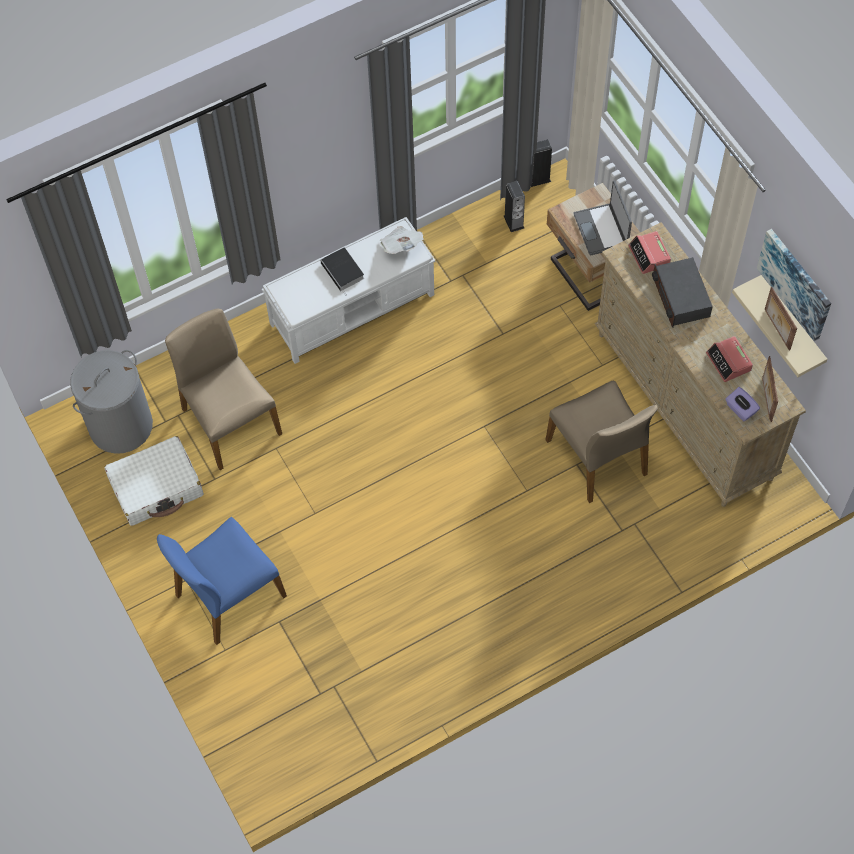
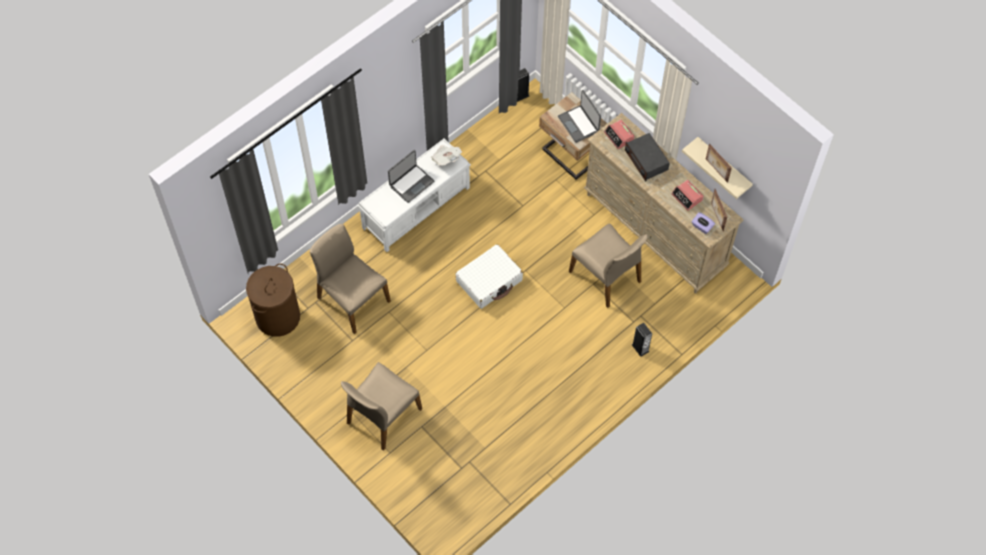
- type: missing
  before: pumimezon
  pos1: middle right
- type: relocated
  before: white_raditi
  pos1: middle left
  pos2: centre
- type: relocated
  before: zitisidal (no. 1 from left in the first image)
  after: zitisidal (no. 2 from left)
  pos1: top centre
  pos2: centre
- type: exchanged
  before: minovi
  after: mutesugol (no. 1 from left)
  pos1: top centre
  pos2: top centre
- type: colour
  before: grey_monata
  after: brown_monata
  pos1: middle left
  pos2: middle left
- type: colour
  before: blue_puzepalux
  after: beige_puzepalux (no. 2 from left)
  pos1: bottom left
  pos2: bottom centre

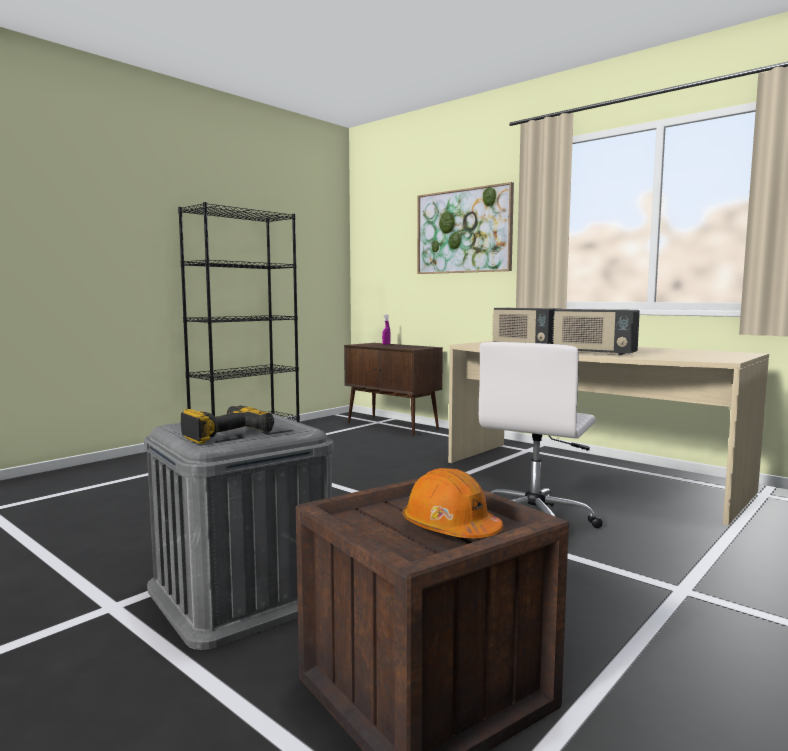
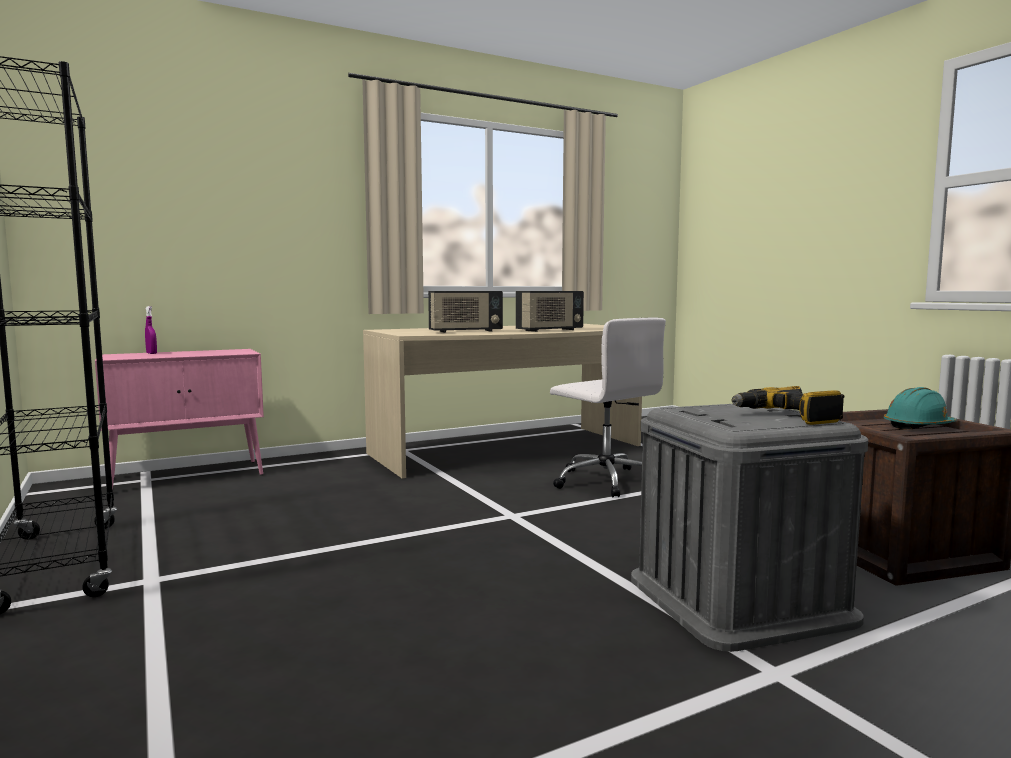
- type: missing
  before: pumimezon
  pos1: top centre
- type: colour
  before: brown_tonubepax
  after: pink_tonubepax
  pos1: centre
  pos2: middle left
- type: colour
  before: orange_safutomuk
  after: turquoise_safutomuk
  pos1: bottom centre
  pos2: middle right

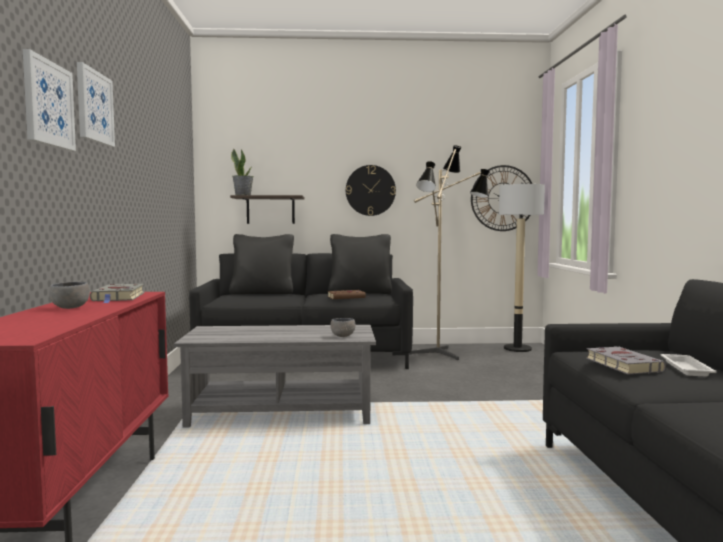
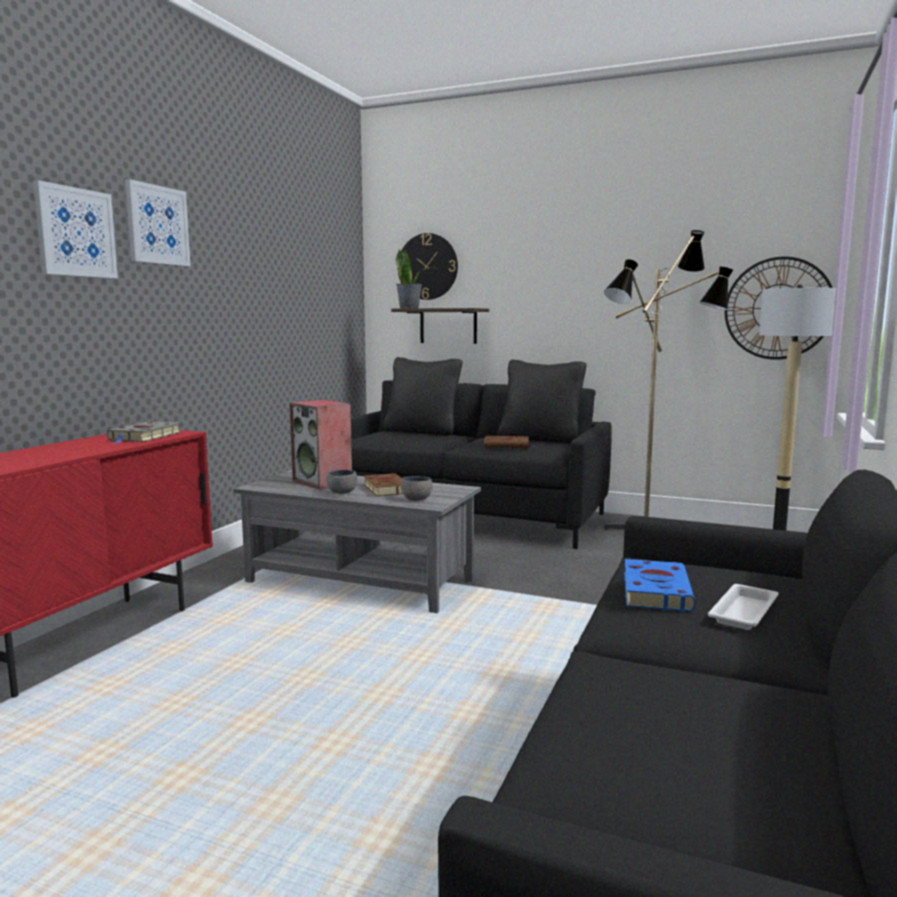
- type: appeared
  after: zitisidal
  pos2: centre
- type: appeared
  after: brown_minovi (no. 1 from left)
  pos2: centre
- type: relocated
  before: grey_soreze (no. 1 from left)
  pos1: middle left
  pos2: centre
- type: relocated
  before: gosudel (no. 1 from left)
  pos1: centre
  pos2: top centre
- type: colour
  before: grey_minovi (no. 2 from left)
  after: blue_minovi
  pos1: middle right
  pos2: middle right

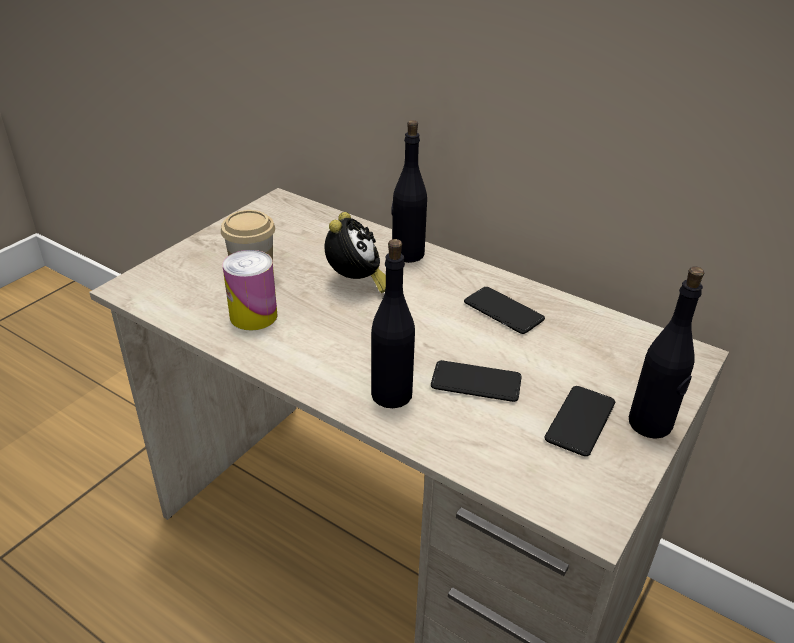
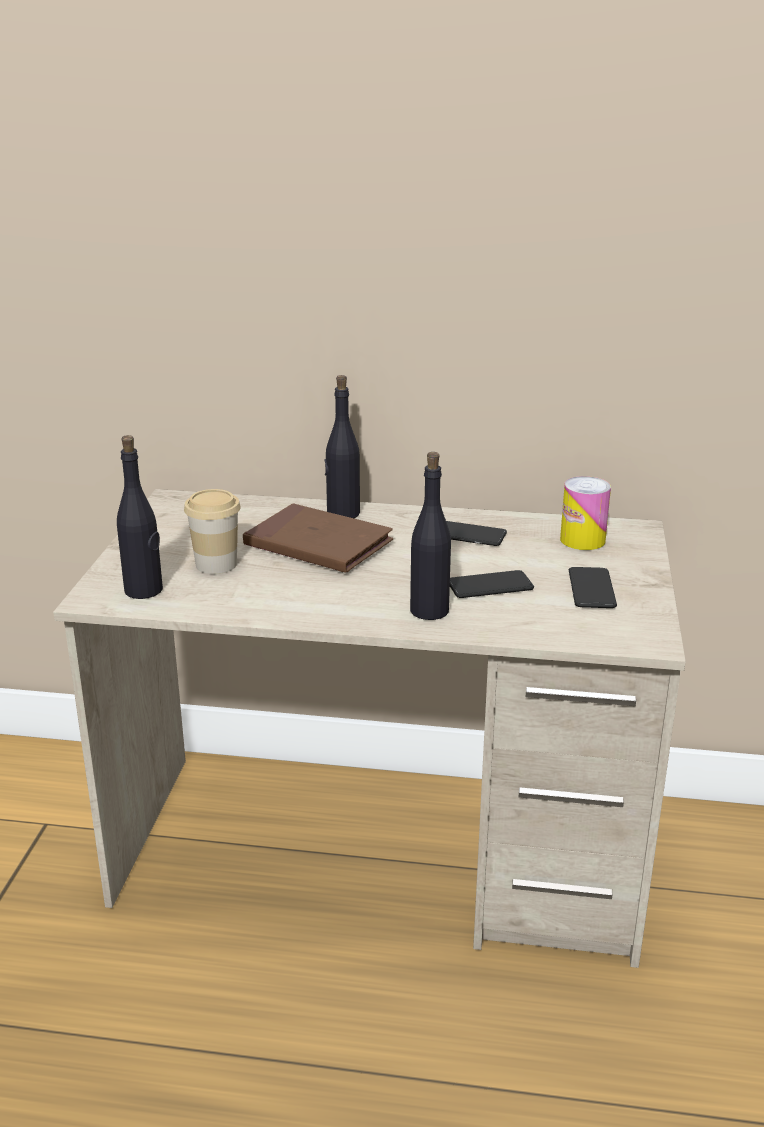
- type: relocated
  before: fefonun
  pos1: middle left
  pos2: middle right
- type: relocated
  before: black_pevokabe (no. 3 from left in the first image)
  after: black_pevokabe (no. 1 from left)
  pos1: middle right
  pos2: middle left
- type: exchanged
  before: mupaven
  after: brown_minovi
  pos1: centre
  pos2: centre

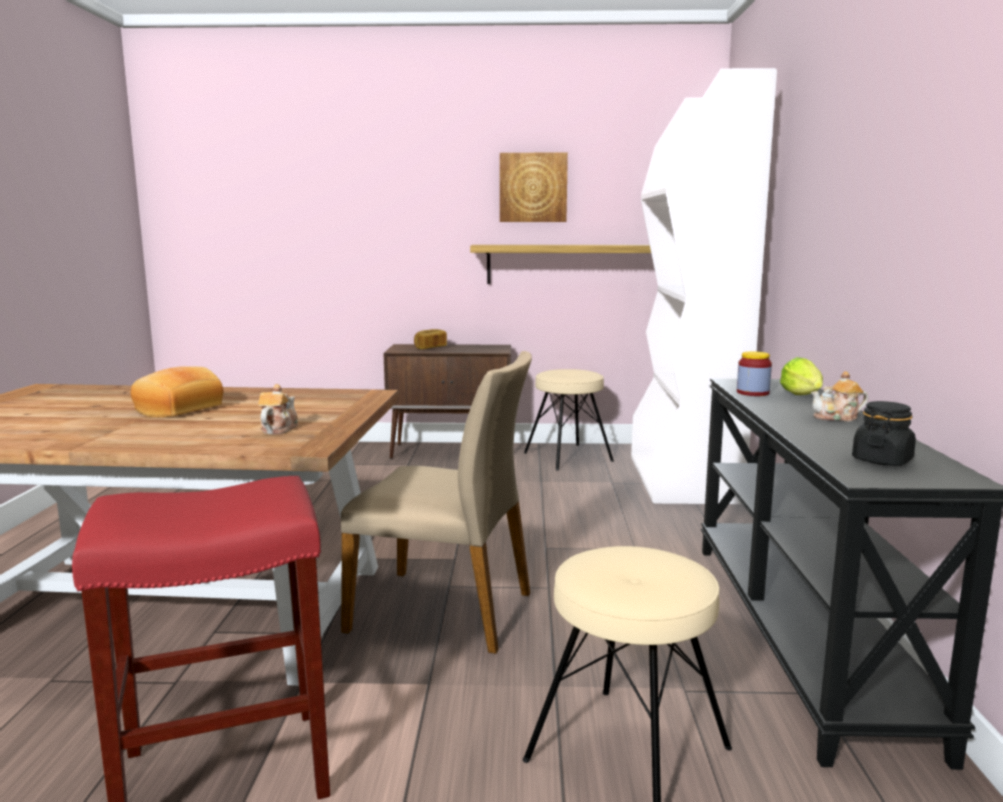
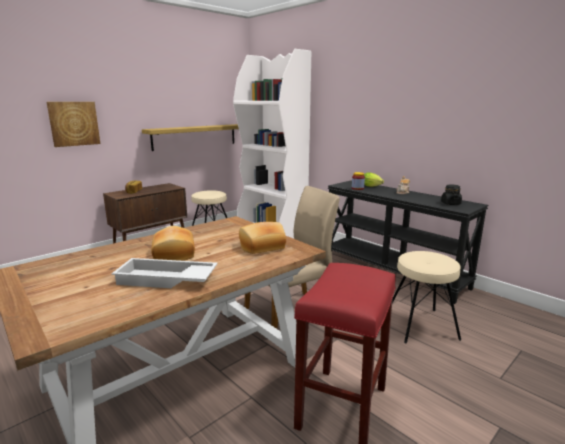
- type: appeared
  after: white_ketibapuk
  pos2: middle left
- type: relocated
  before: pumimezon
  pos1: top centre
  pos2: top left
- type: exchanged
  before: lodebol (no. 1 from left)
  after: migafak (no. 3 from left)
  pos1: middle left
  pos2: centre

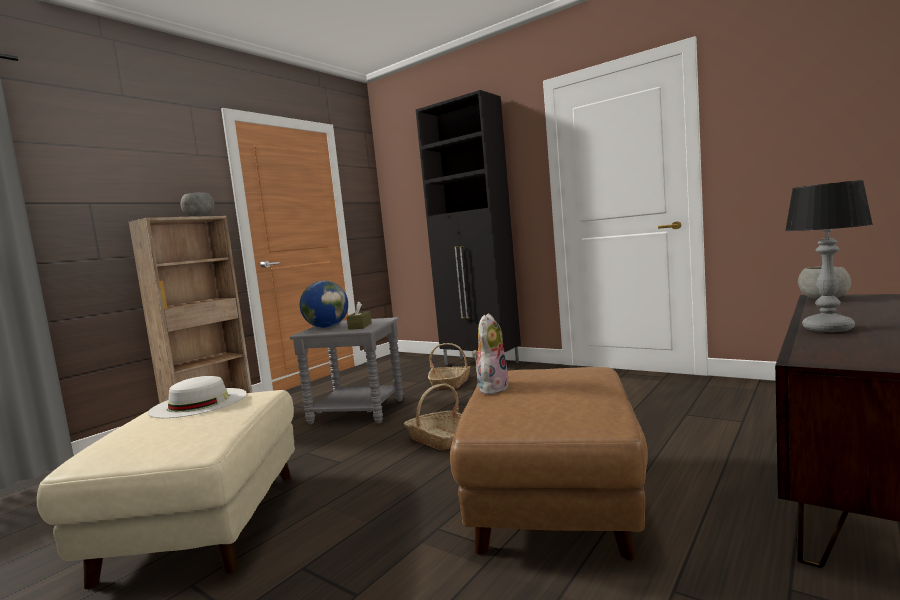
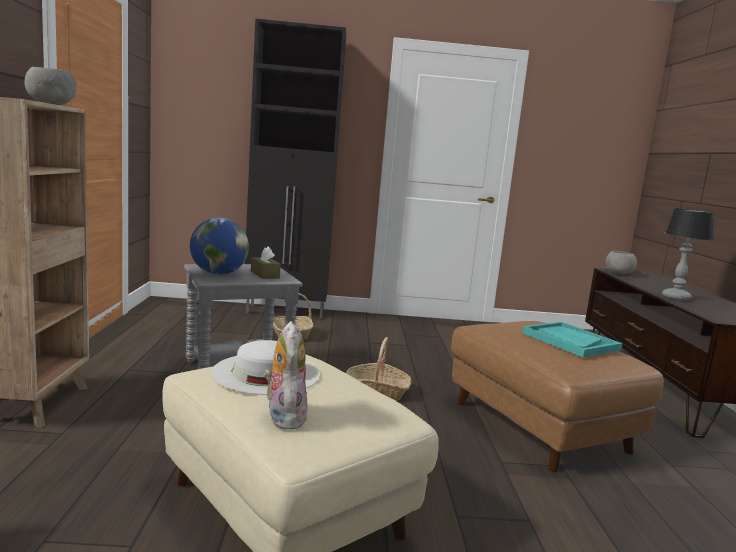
- type: appeared
  after: turquoise_ketibapuk
  pos2: middle right
- type: relocated
  before: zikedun
  pos1: centre
  pos2: bottom centre

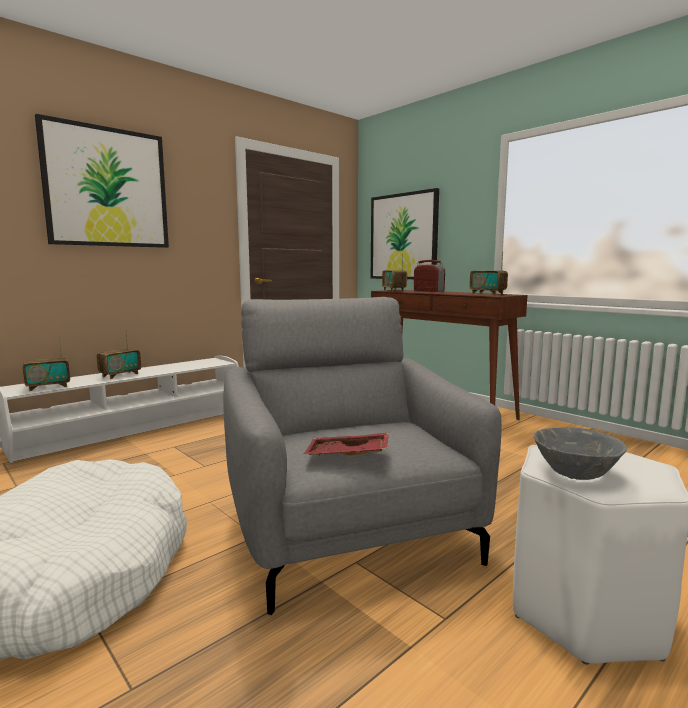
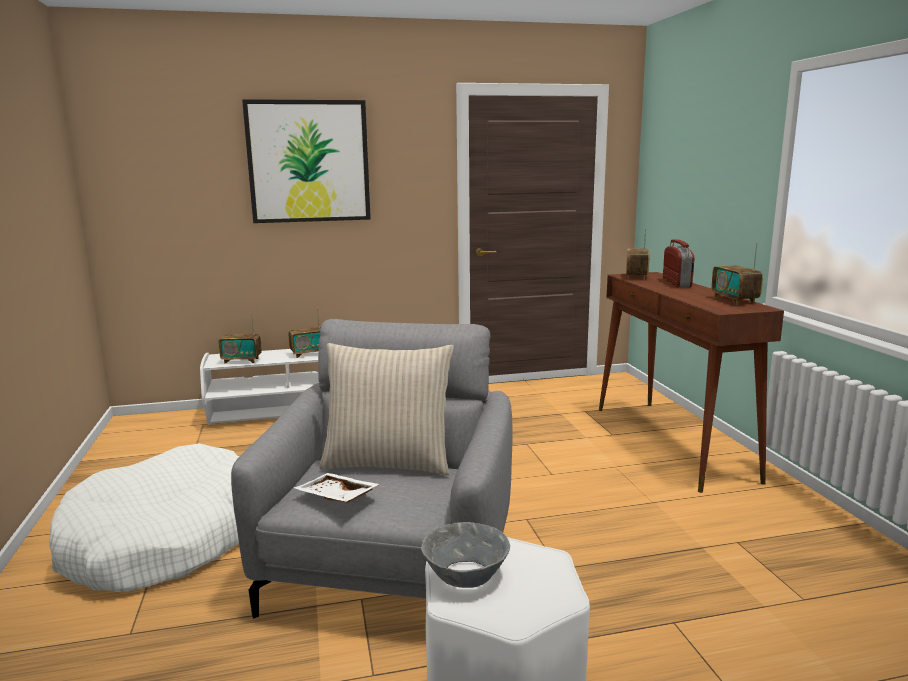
- type: missing
  before: pumimezon (no. 2 from left)
  pos1: top centre
- type: appeared
  after: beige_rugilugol
  pos2: centre
- type: colour
  before: red_ketibapuk
  after: white_ketibapuk
  pos1: centre
  pos2: bottom centre

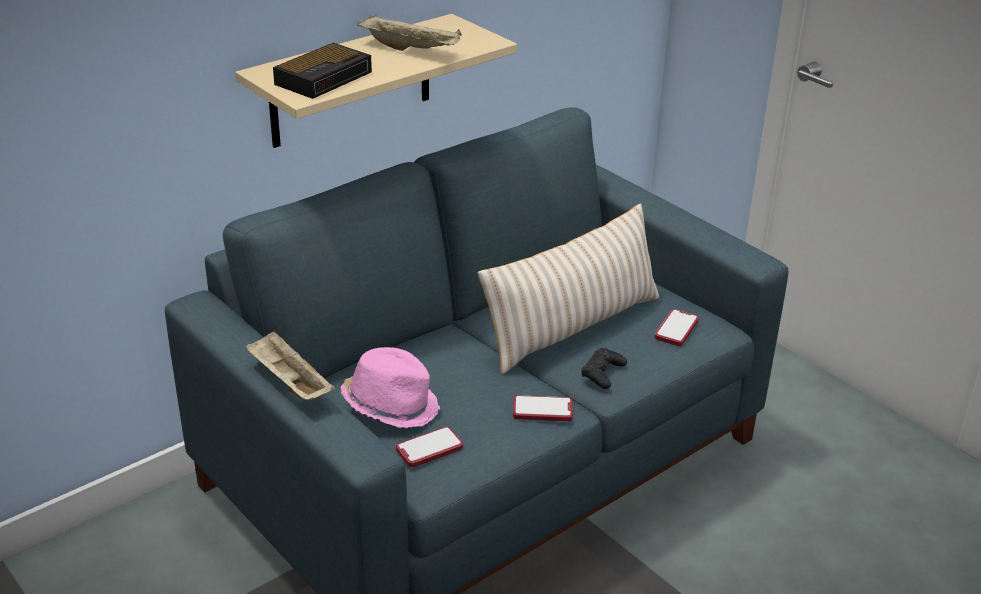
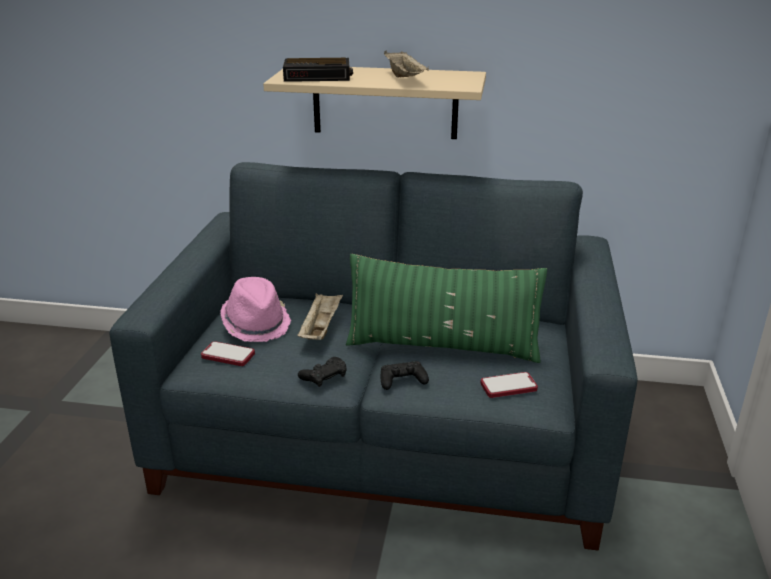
- type: relocated
  before: beige_ketibapuk (no. 1 from left)
  pos1: middle left
  pos2: centre
- type: exchanged
  before: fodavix (no. 2 from left)
  after: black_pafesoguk (no. 1 from left)
  pos1: bottom centre
  pos2: centre
- type: colour
  before: beige_rugilugol
  after: green_rugilugol
  pos1: centre
  pos2: centre

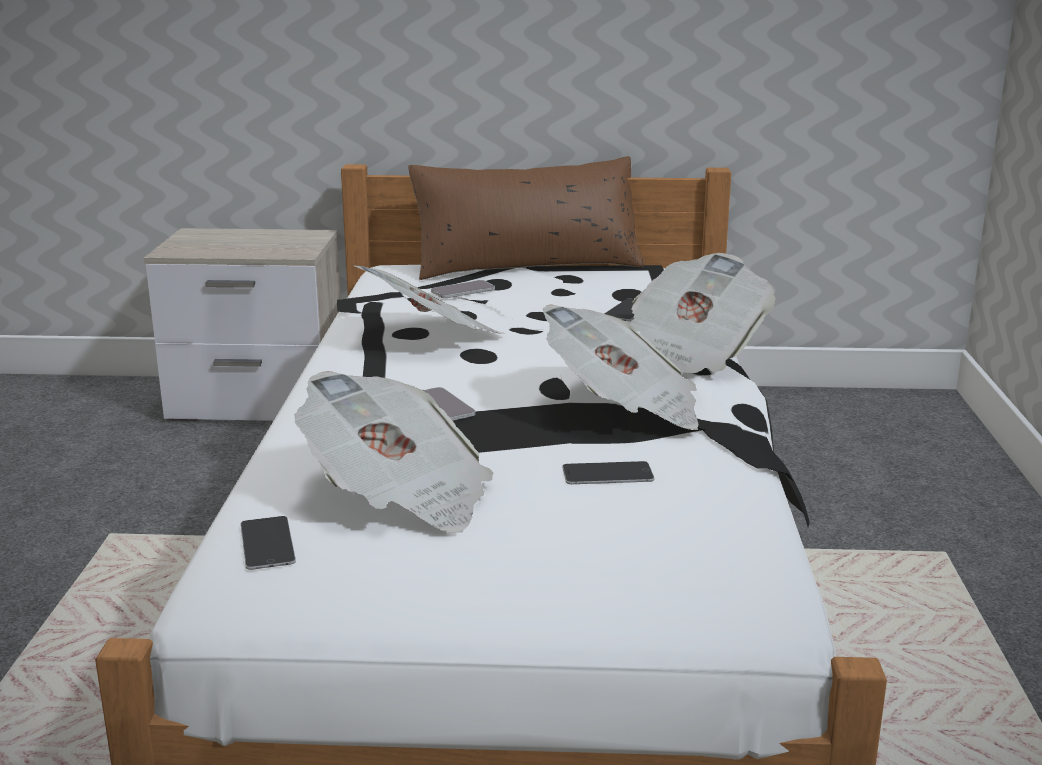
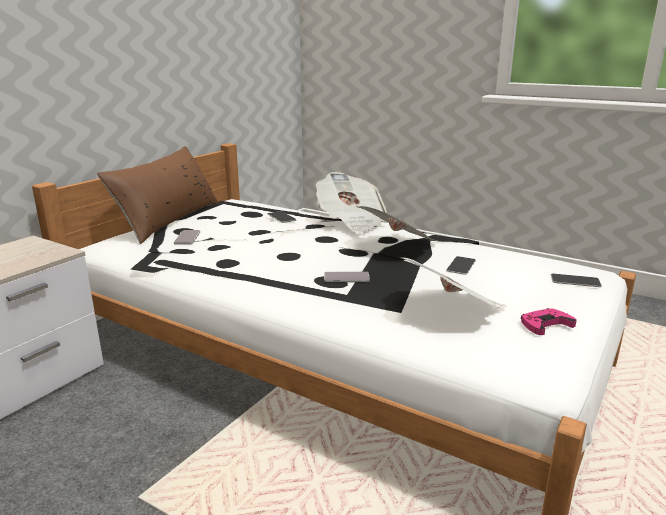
- type: missing
  before: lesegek (no. 2 from left)
  pos1: centre
- type: appeared
  after: pink_pafesoguk
  pos2: middle right
- type: relocated
  before: fodavix (no. 1 from left in the first image)
  after: fodavix (no. 5 from left)
  pos1: bottom left
  pos2: middle right

